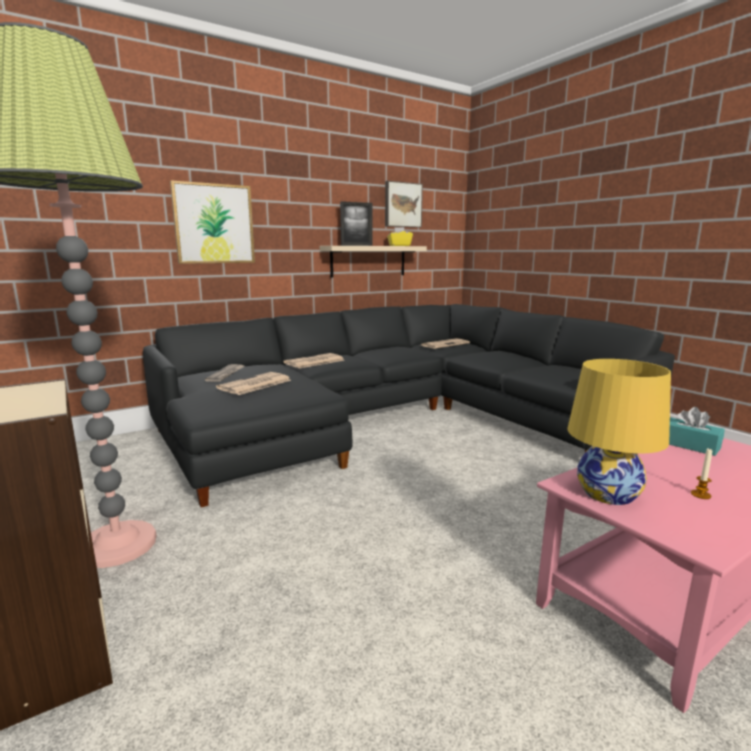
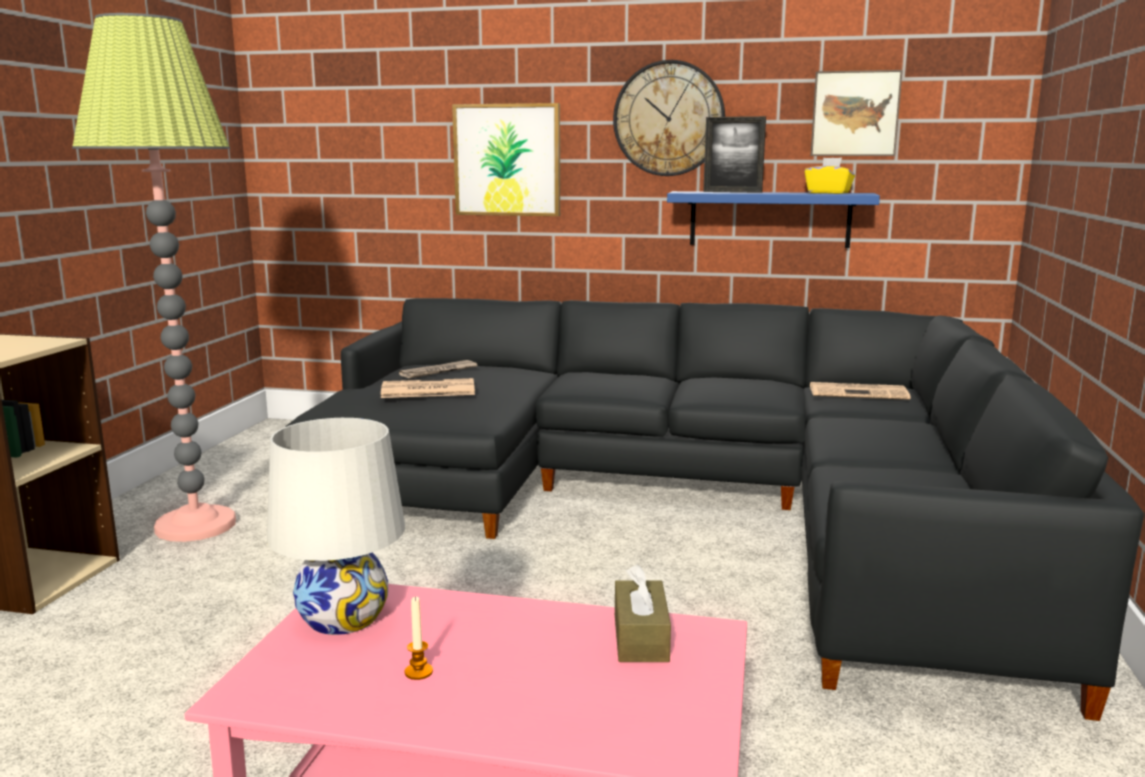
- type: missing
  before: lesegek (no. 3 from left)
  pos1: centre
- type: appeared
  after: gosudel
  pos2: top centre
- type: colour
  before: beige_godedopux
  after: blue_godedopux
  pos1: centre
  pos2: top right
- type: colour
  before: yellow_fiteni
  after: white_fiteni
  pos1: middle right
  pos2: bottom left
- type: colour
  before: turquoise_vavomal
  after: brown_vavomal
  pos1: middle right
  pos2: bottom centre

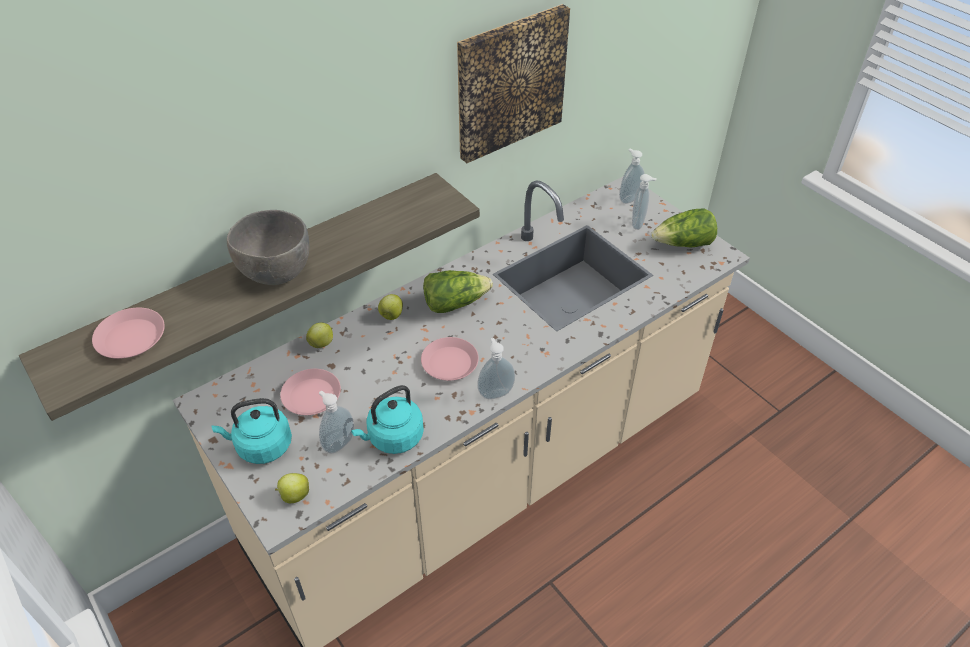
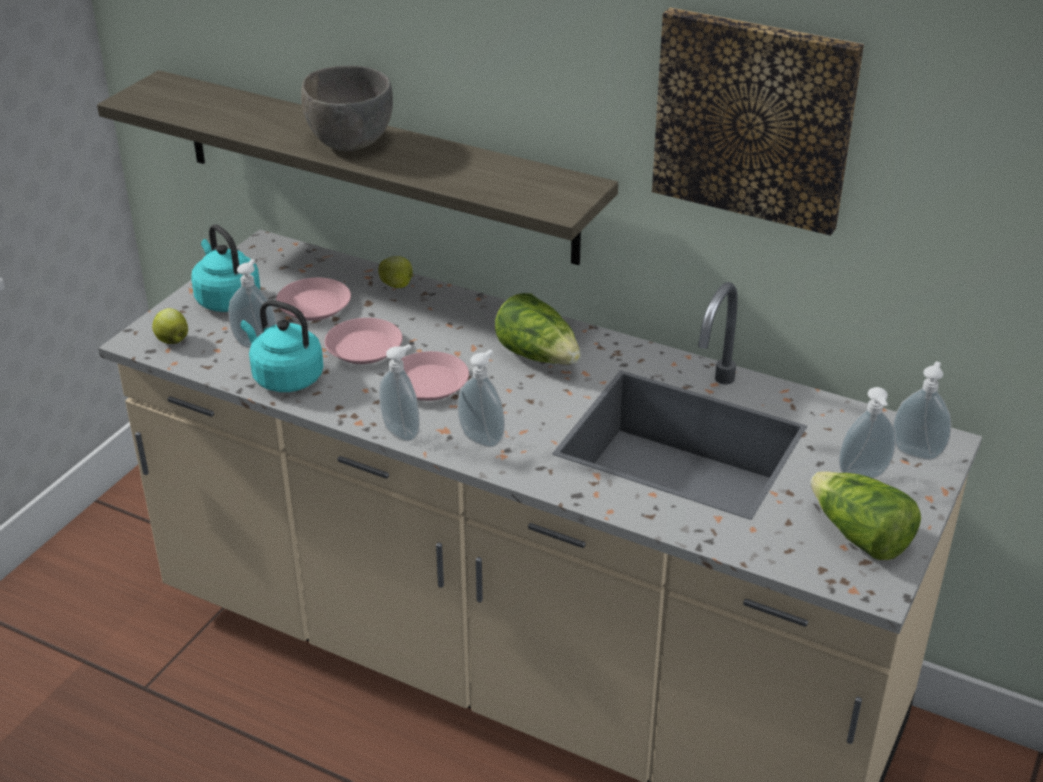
- type: missing
  before: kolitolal (no. 3 from left)
  pos1: centre
- type: appeared
  after: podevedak (no. 3 from left)
  pos2: centre
- type: relocated
  before: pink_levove (no. 1 from left in the first image)
  after: pink_levove (no. 2 from left)
  pos1: middle left
  pos2: centre

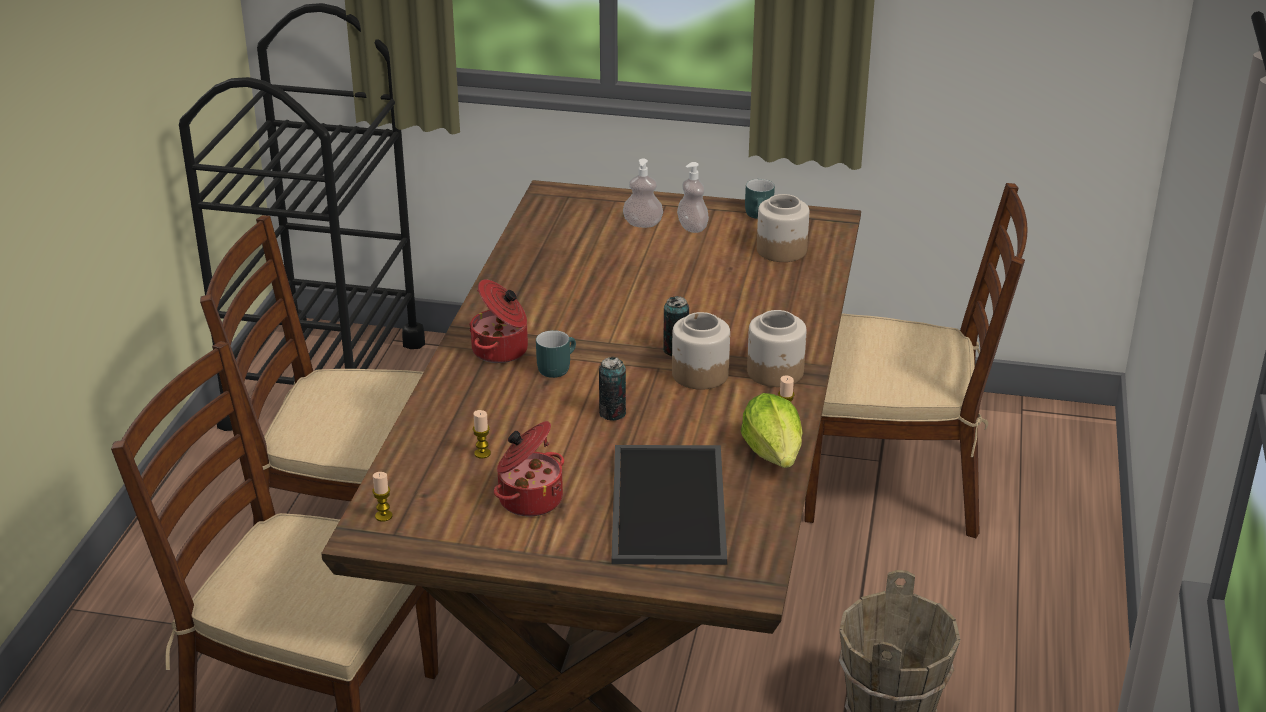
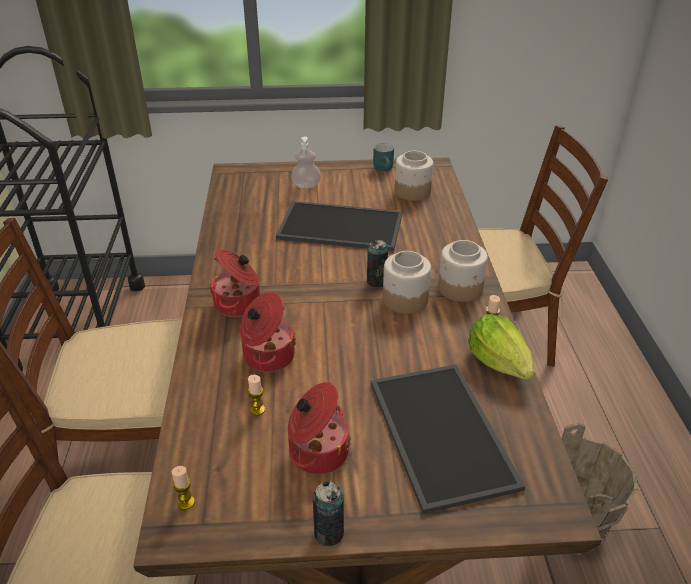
- type: missing
  before: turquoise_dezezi (no. 1 from left)
  pos1: centre
- type: missing
  before: podevedak (no. 2 from left)
  pos1: top centre
- type: appeared
  after: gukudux (no. 2 from left)
  pos2: centre
- type: appeared
  after: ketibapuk (no. 1 from left)
  pos2: centre
- type: relocated
  before: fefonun (no. 1 from left)
  pos1: centre
  pos2: bottom centre

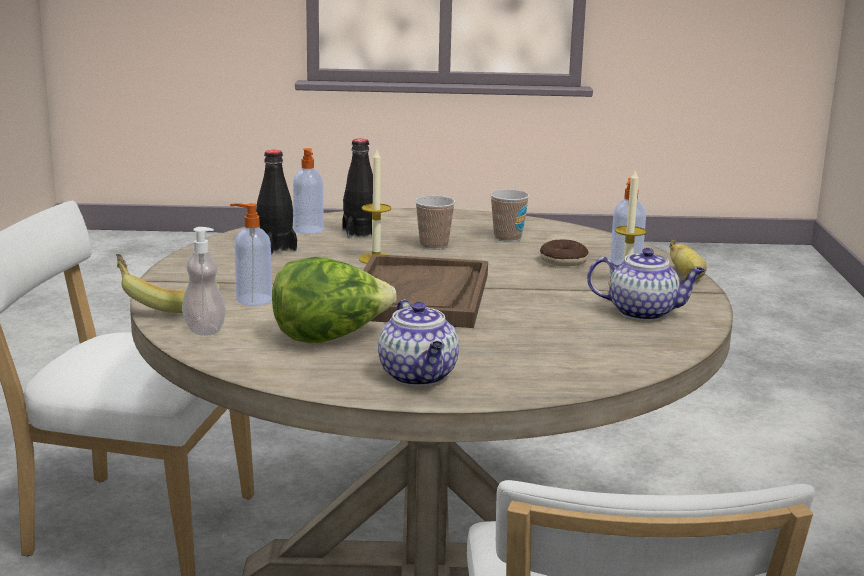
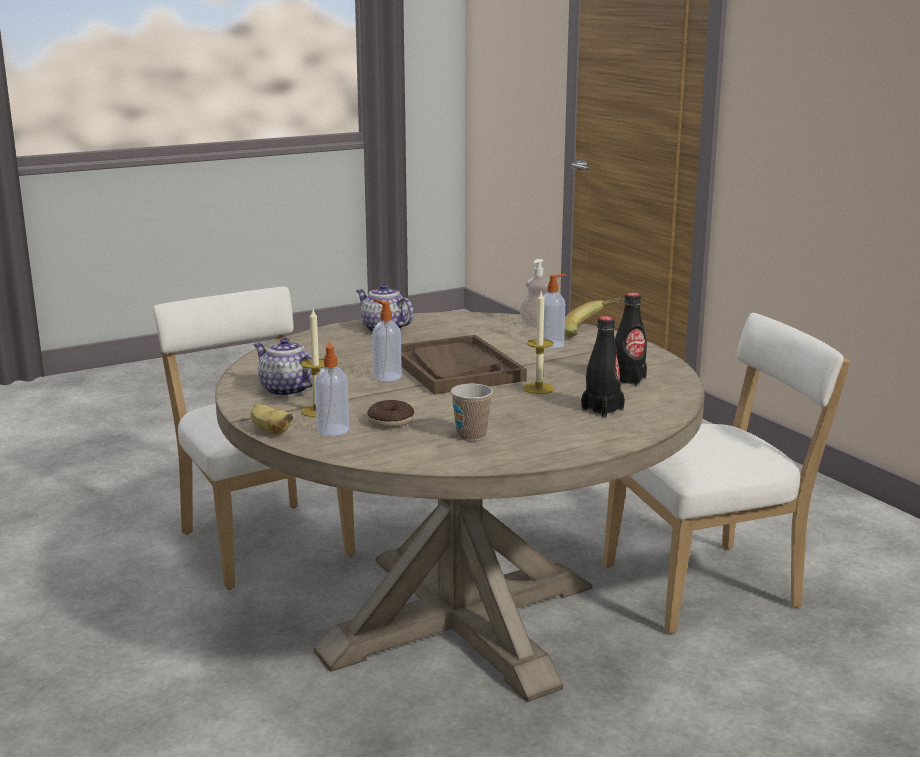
- type: missing
  before: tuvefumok
  pos1: centre
- type: missing
  before: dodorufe (no. 1 from left)
  pos1: centre
- type: relocated
  before: podevedak (no. 3 from left in the first image)
  after: podevedak (no. 2 from left)
  pos1: top centre
  pos2: centre
- type: spun
  before: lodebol (no. 2 from left in the first image)
  pos1: middle right
  pos2: middle left
  turn: 60

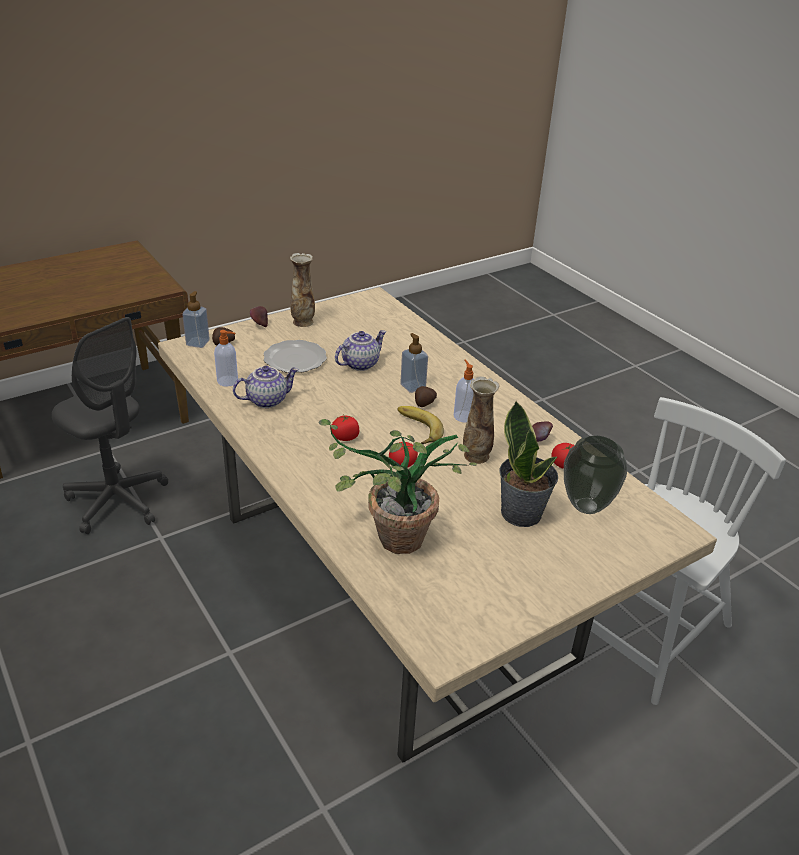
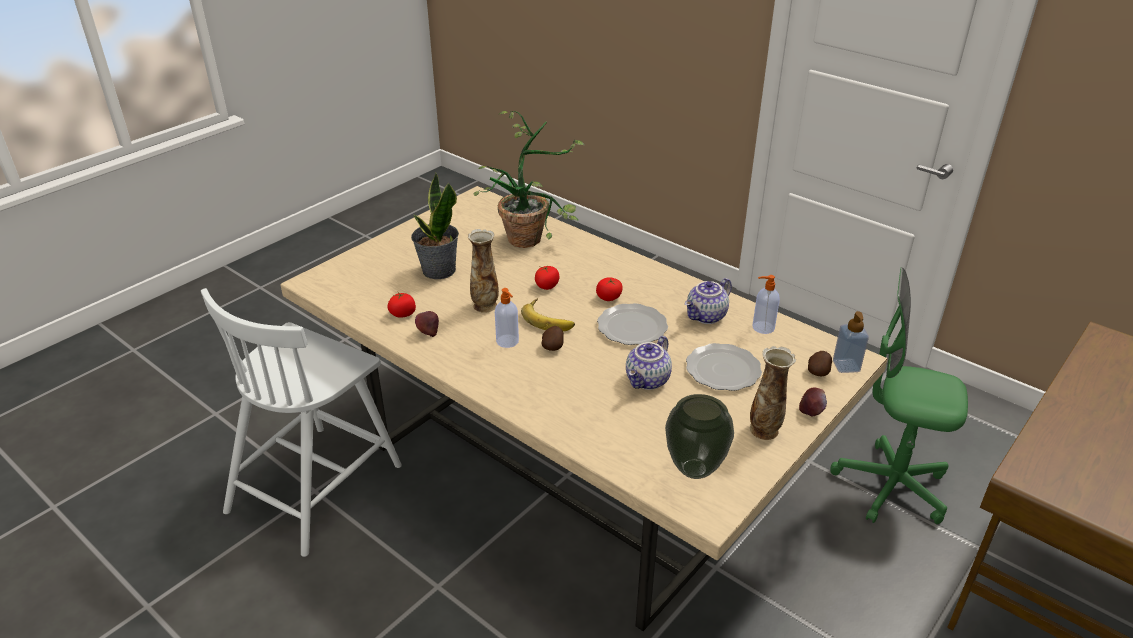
- type: missing
  before: podevedak (no. 3 from left)
  pos1: centre
- type: appeared
  after: levove (no. 1 from left)
  pos2: centre
- type: relocated
  before: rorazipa (no. 3 from left in the first image)
  after: rorazipa (no. 2 from left)
  pos1: middle right
  pos2: bottom centre
- type: colour
  before: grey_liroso
  after: green_liroso
  pos1: middle left
  pos2: middle right

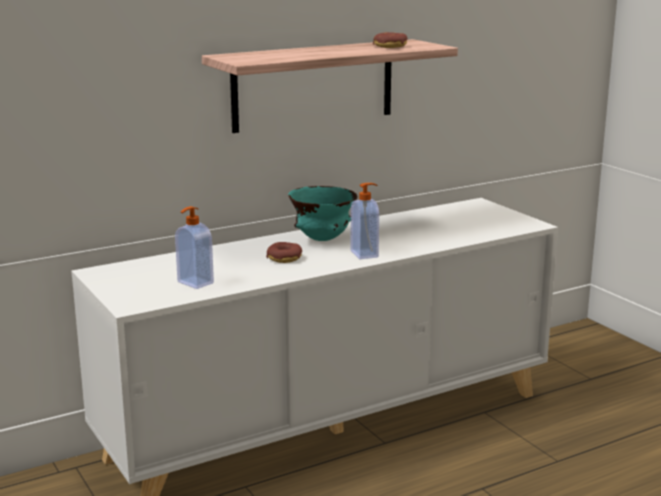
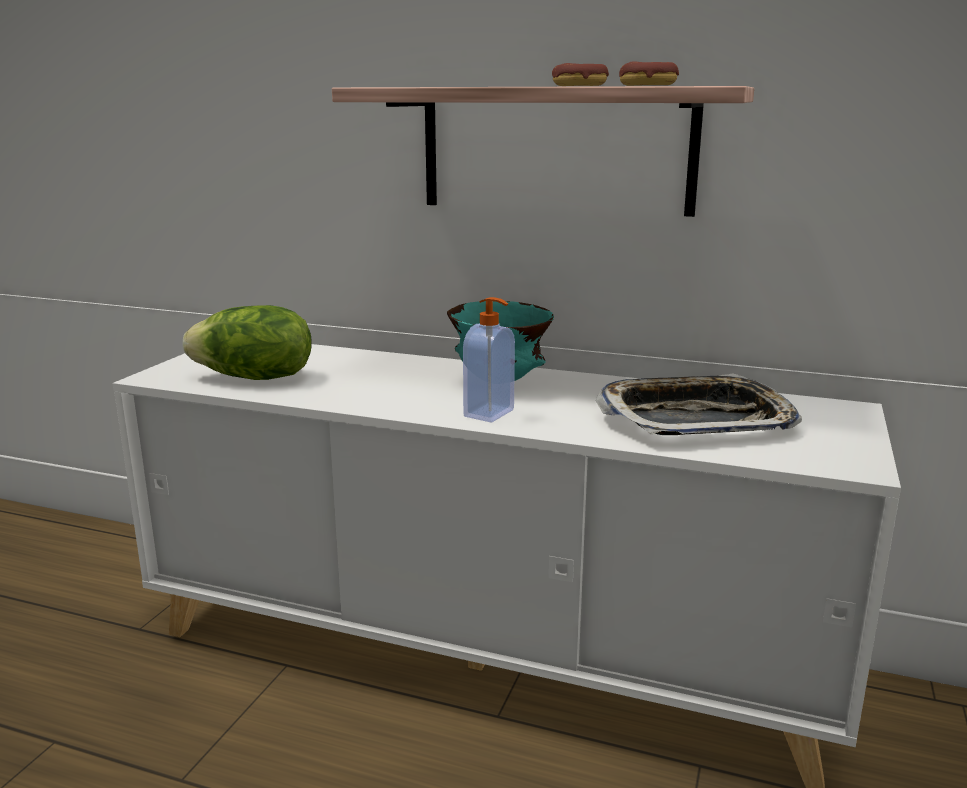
- type: appeared
  after: ketibapuk
  pos2: middle right
- type: relocated
  before: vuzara (no. 1 from left)
  pos1: centre
  pos2: top centre
- type: exchanged
  before: podevedak (no. 1 from left)
  after: tuvefumok
  pos1: middle left
  pos2: middle left

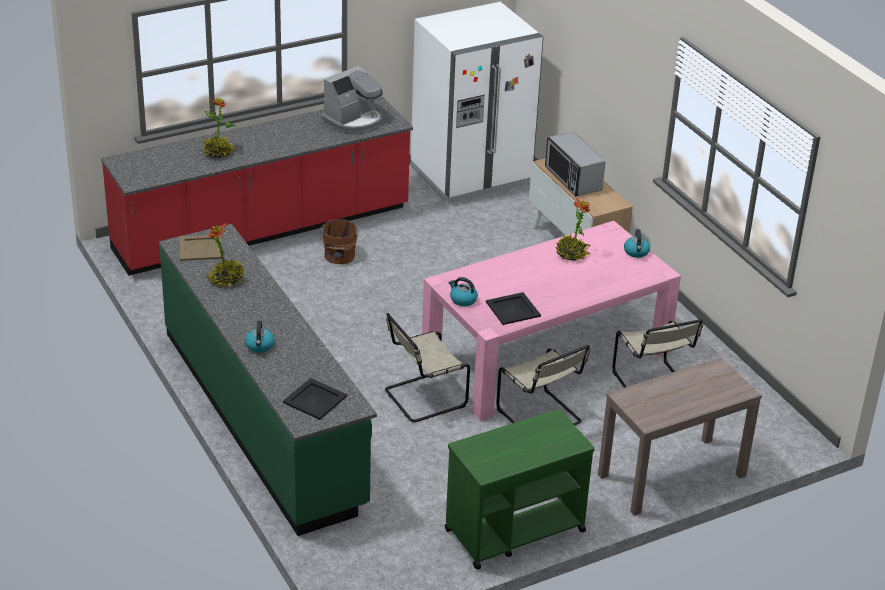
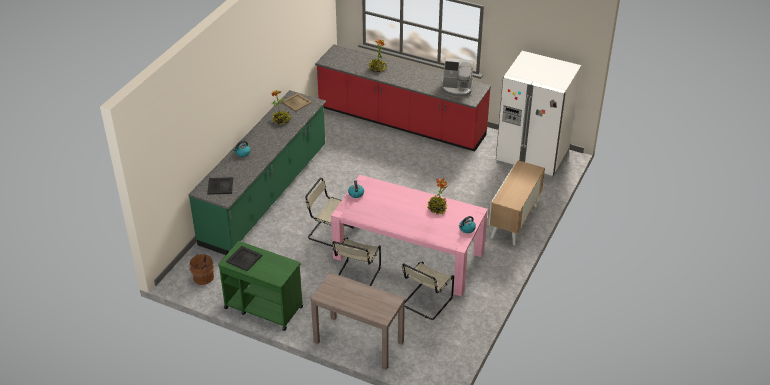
- type: missing
  before: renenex
  pos1: top centre
- type: relocated
  before: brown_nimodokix
  pos1: centre
  pos2: bottom left
- type: relocated
  before: black_ketibapuk (no. 2 from left)
  pos1: centre
  pos2: bottom left

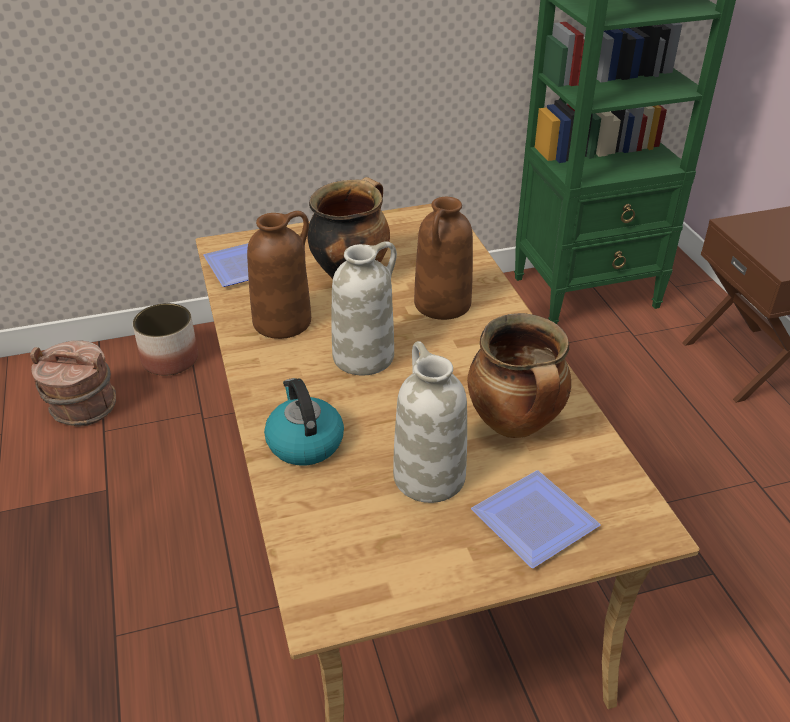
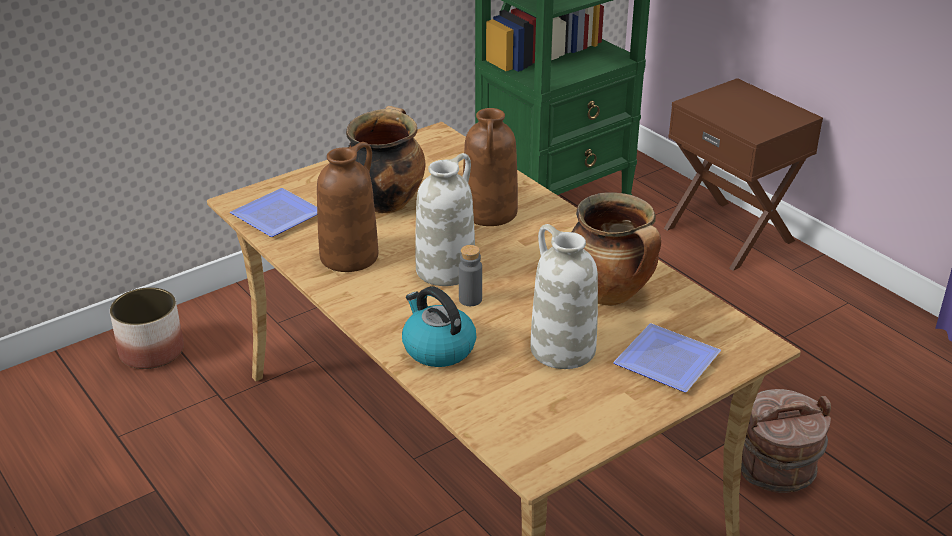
- type: appeared
  after: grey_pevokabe
  pos2: centre
- type: relocated
  before: brown_nimodokix
  pos1: middle left
  pos2: bottom right

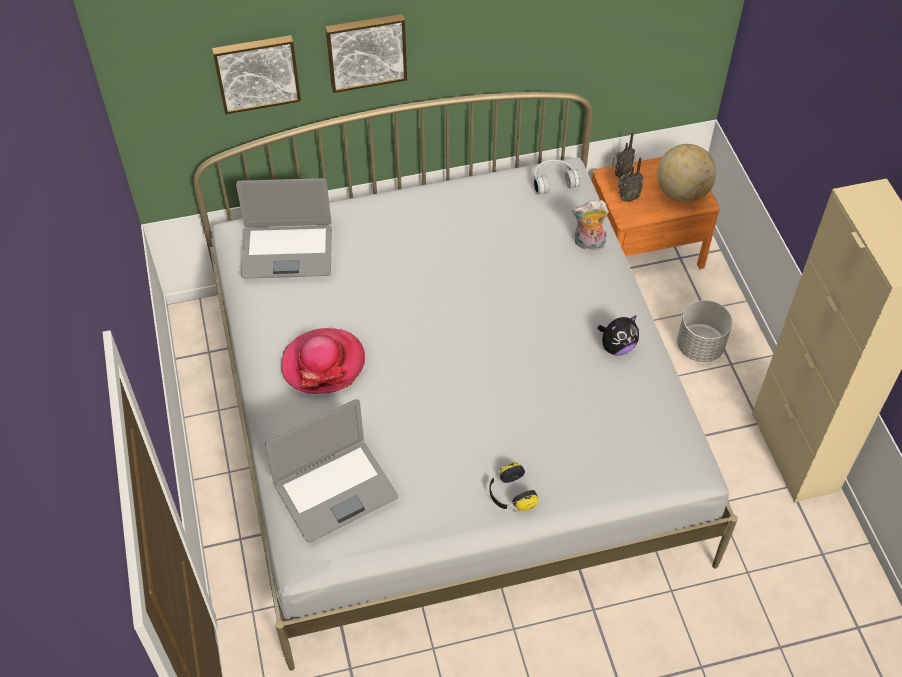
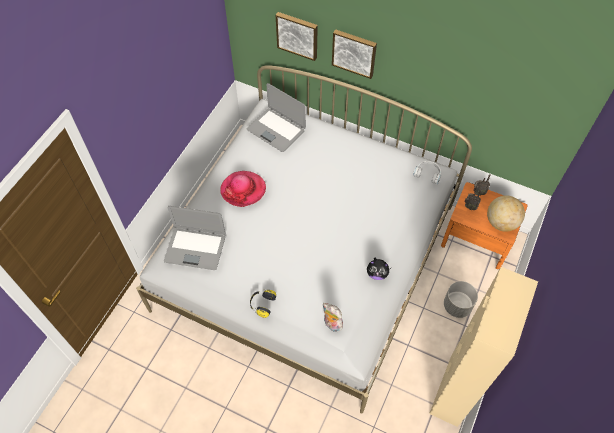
- type: relocated
  before: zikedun (no. 1 from left)
  pos1: top centre
  pos2: bottom centre

